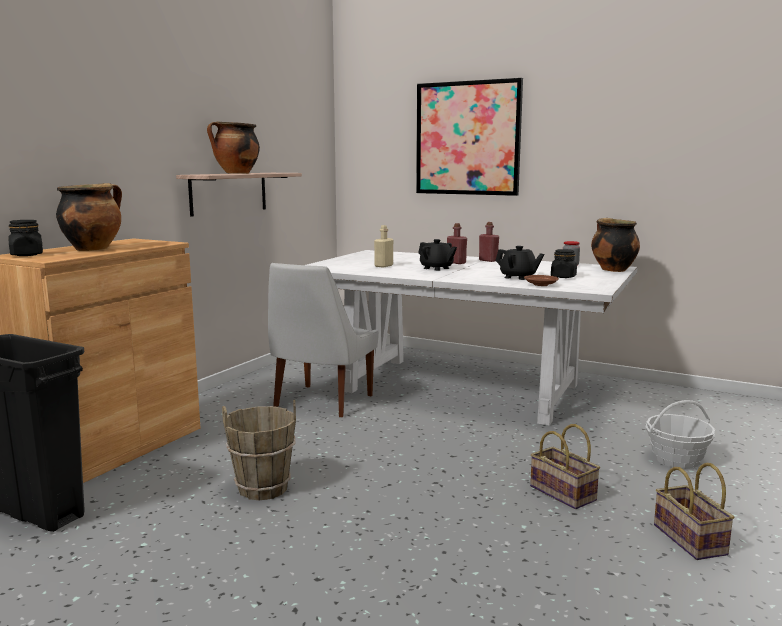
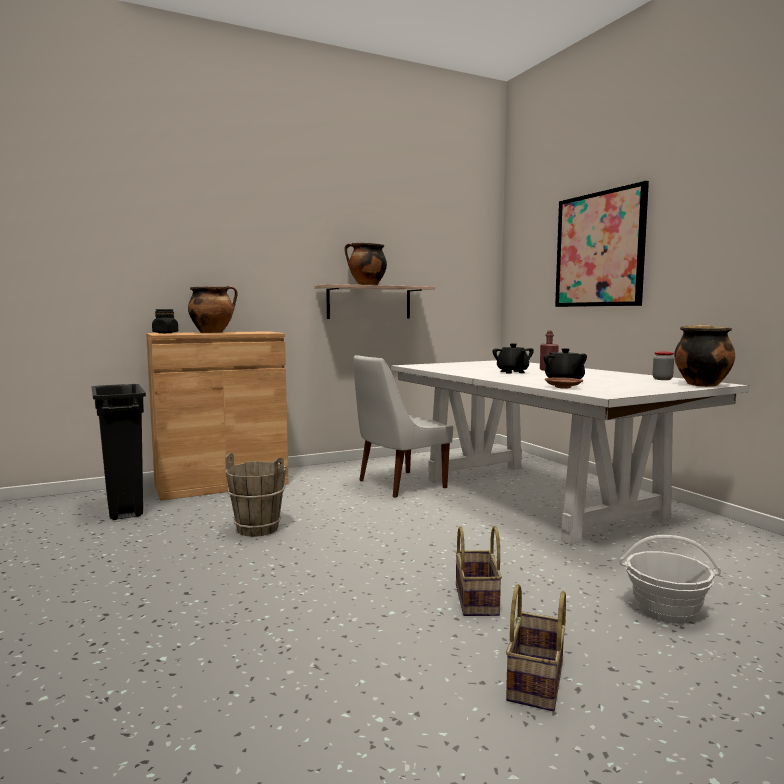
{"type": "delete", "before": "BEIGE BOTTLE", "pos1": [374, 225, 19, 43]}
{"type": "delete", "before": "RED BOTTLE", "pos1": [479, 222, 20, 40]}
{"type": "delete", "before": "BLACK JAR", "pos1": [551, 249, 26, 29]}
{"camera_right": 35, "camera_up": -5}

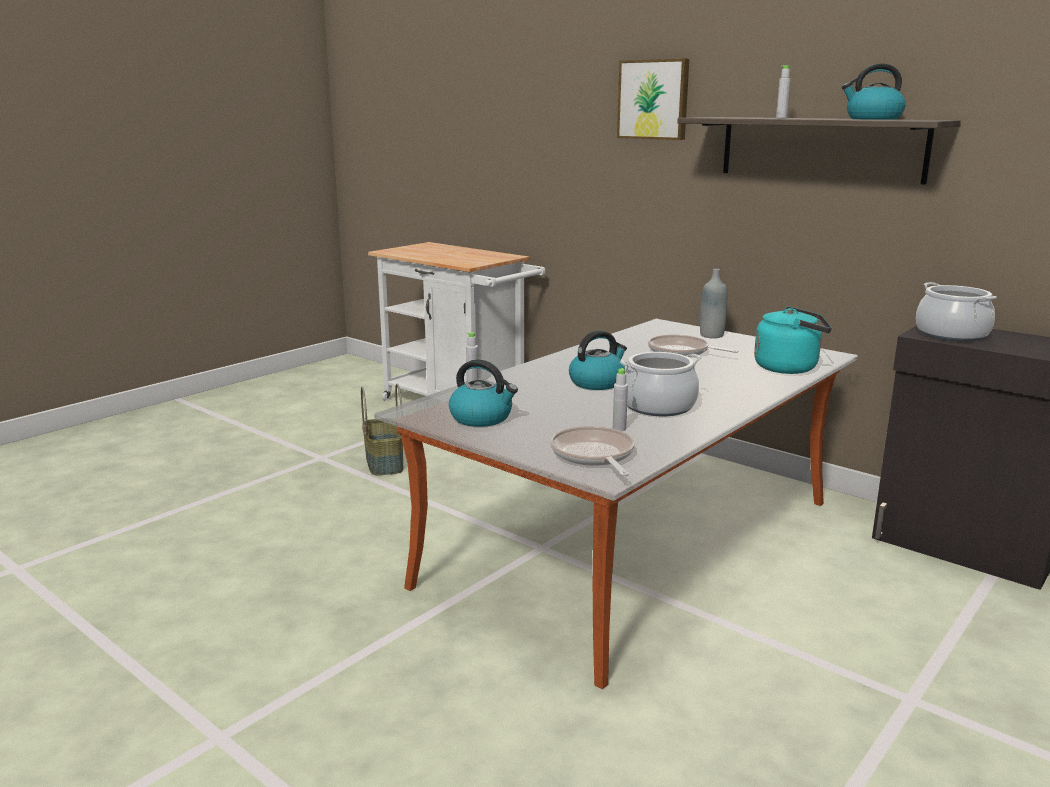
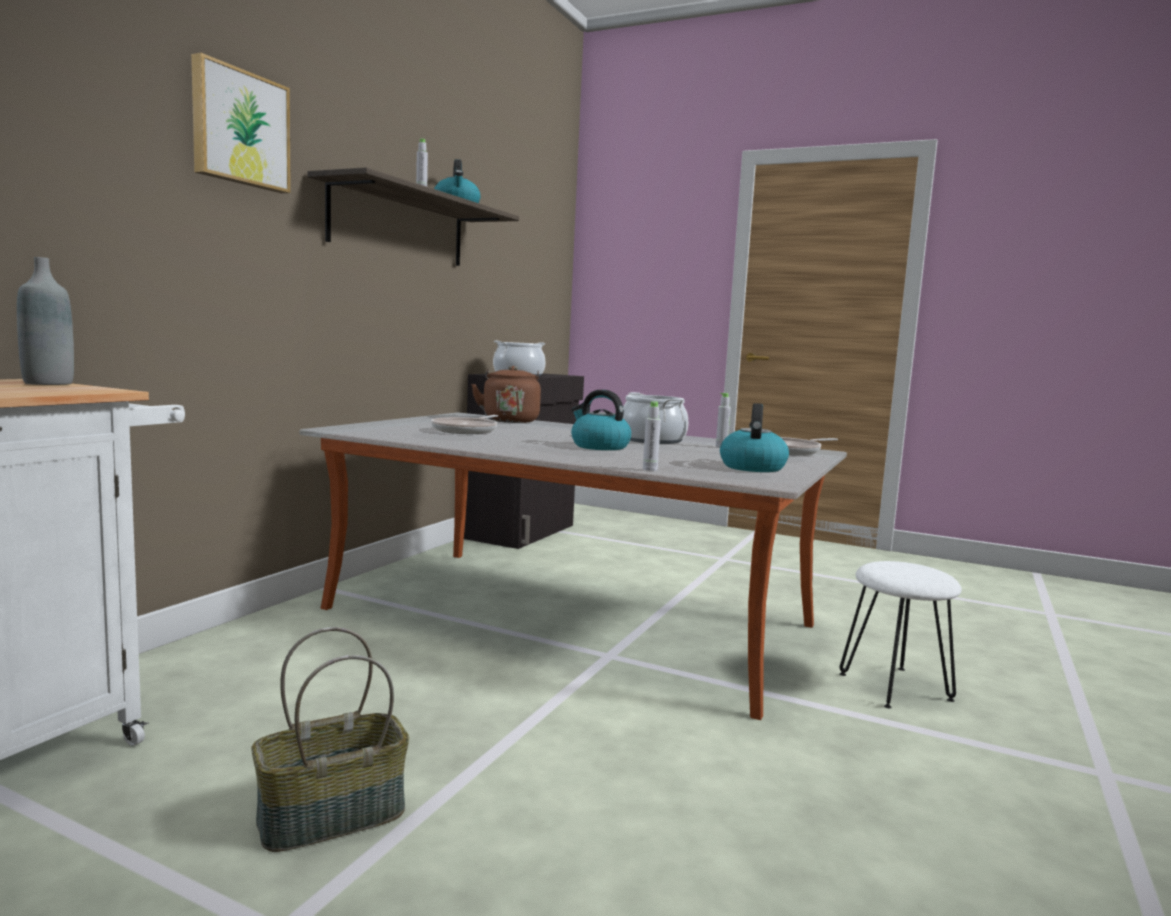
{"type": "move", "before": "GREY BOTTLE", "pos1": [700, 269, 27, 69], "pos2": [17, 257, 57, 128]}
{"type": "recolor", "before": "TURQUOISE KETTLE", "after": "BROWN KETTLE", "pos1": [754, 306, 78, 68], "pos2": [471, 366, 70, 57]}
{"type": "insert", "after": "WHITE STOOL", "pos2": [840, 561, 122, 147]}
{"camera_right": -105, "camera_up": -10}

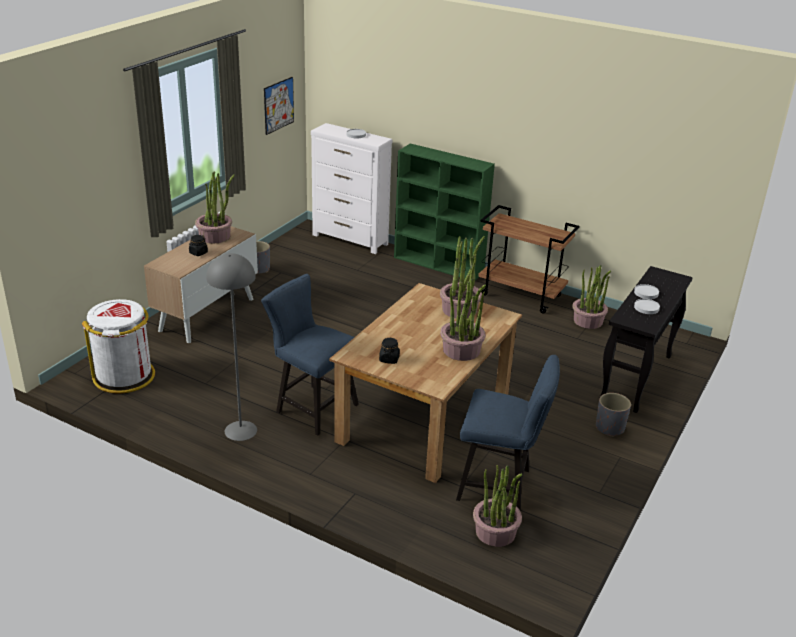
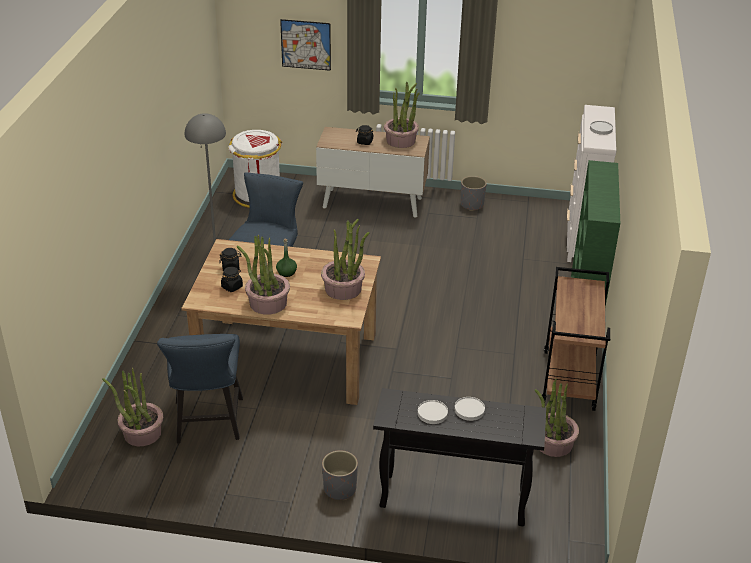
{"type": "insert", "after": "BLACK JAR", "pos2": [221, 267, 22, 25]}
{"type": "insert", "after": "GREEN BOTTLE", "pos2": [276, 239, 21, 38]}
{"type": "move", "before": "PICTURE", "pos1": [264, 77, 30, 58], "pos2": [280, 19, 51, 52]}
{"camera_right": 70, "camera_up": 5}

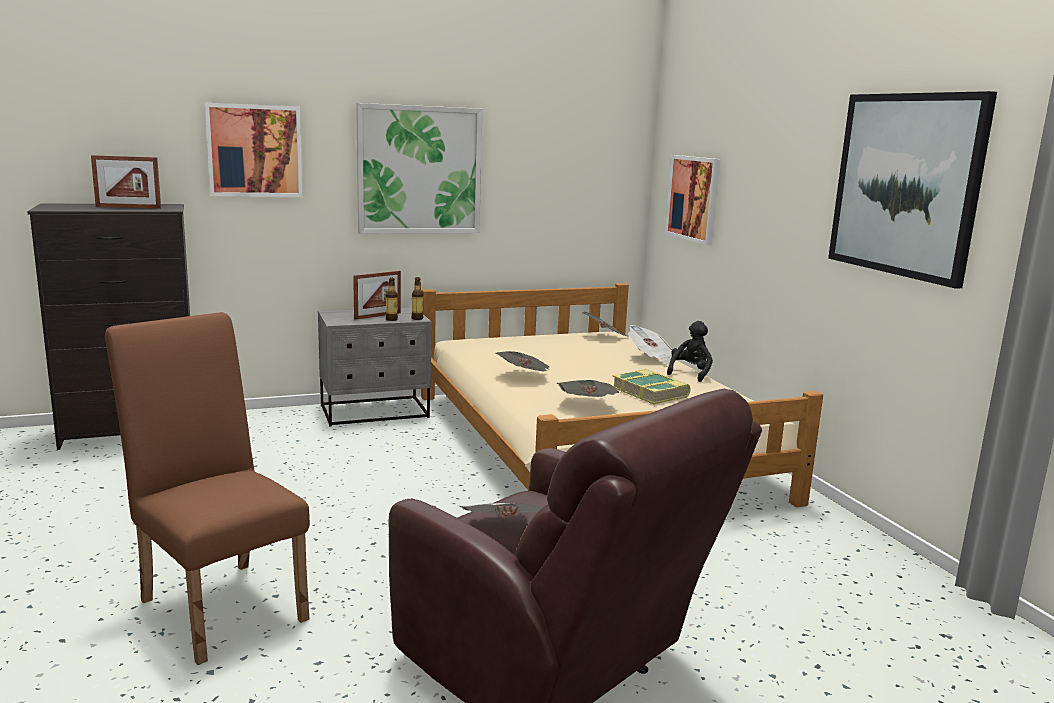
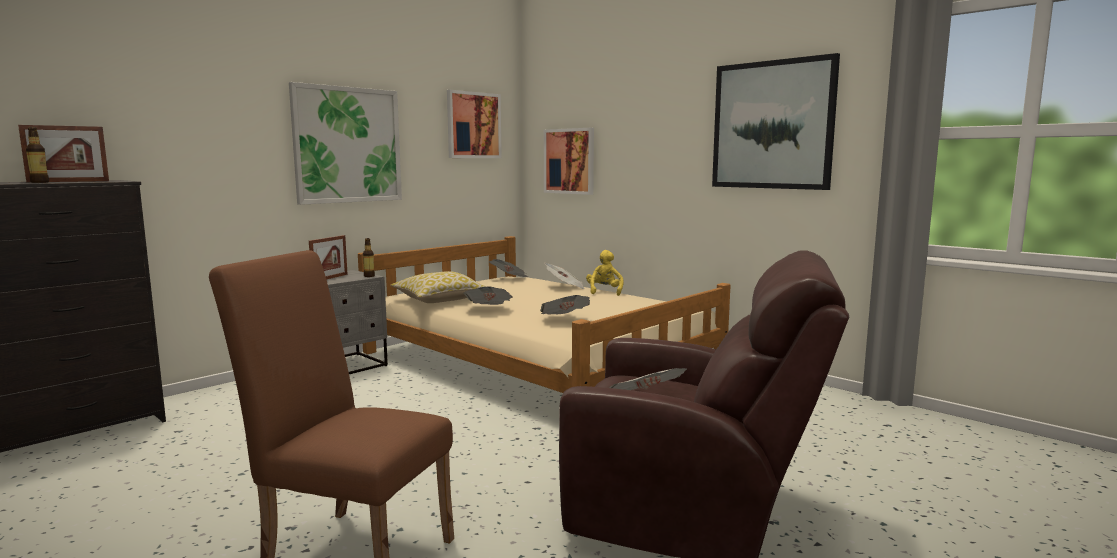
{"type": "move", "before": "BOTTLE", "pos1": [386, 278, 12, 43], "pos2": [26, 127, 23, 56]}
{"type": "insert", "after": "PILLOW", "pos2": [391, 271, 96, 32]}
{"type": "move", "before": "PICTURE", "pos1": [205, 103, 98, 94], "pos2": [447, 90, 55, 68]}
{"type": "recolor", "before": "BLACK PLUSH TOY", "after": "YELLOW PLUSH TOY", "pos1": [667, 321, 46, 61], "pos2": [586, 250, 38, 46]}
{"type": "delete", "before": "BOOK", "pos1": [612, 369, 79, 35]}
{"camera_right": -25, "camera_up": -5}

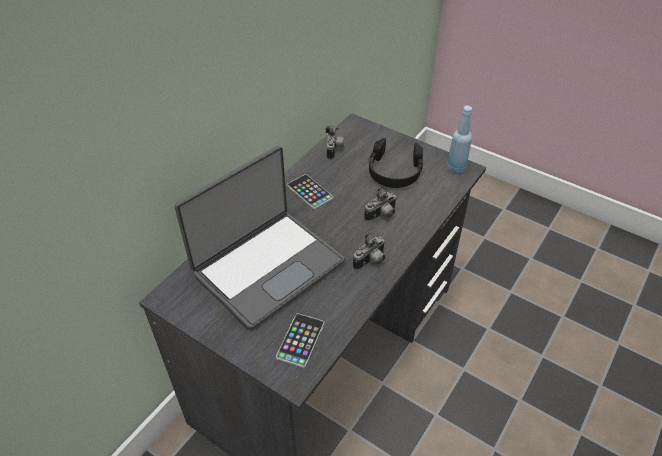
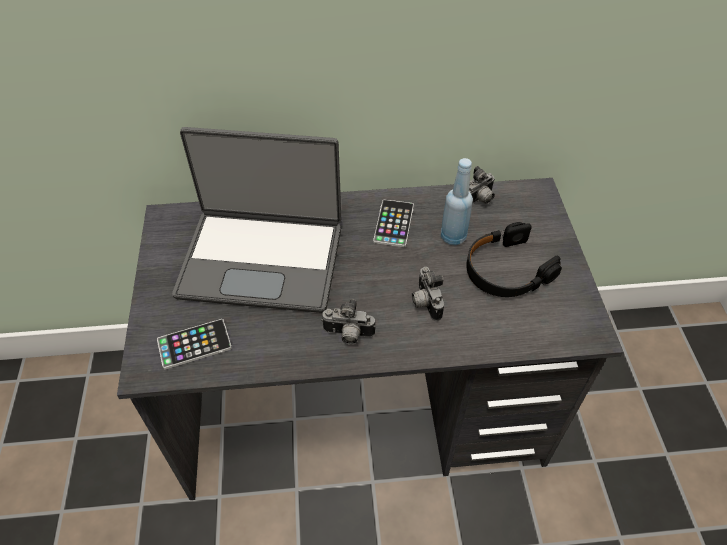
{"type": "rotate", "before": "PHOTO CAMERA", "pos1": [364, 187, 33, 35], "pos2": [412, 267, 32, 54], "turn": 60}
{"type": "move", "before": "BLUE BOTTLE", "pos1": [447, 106, 26, 67], "pos2": [441, 158, 32, 88]}
{"camera_right": 50, "camera_up": 5}

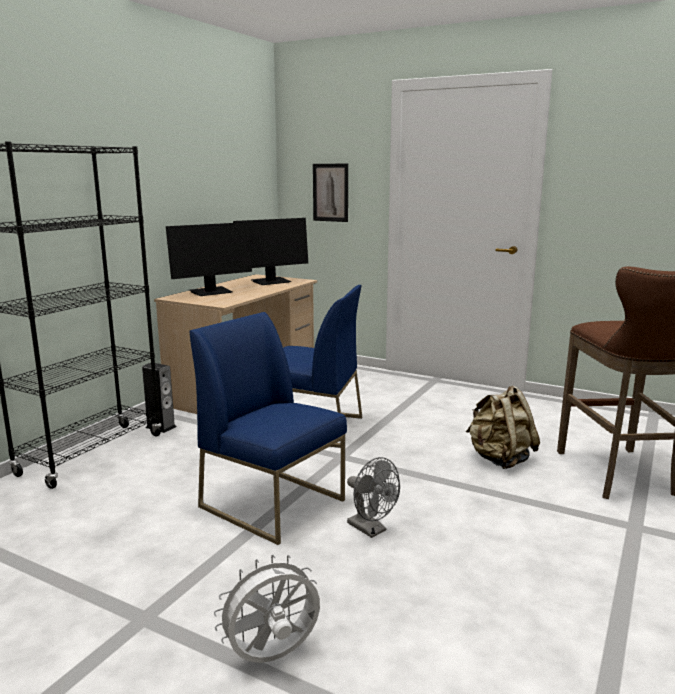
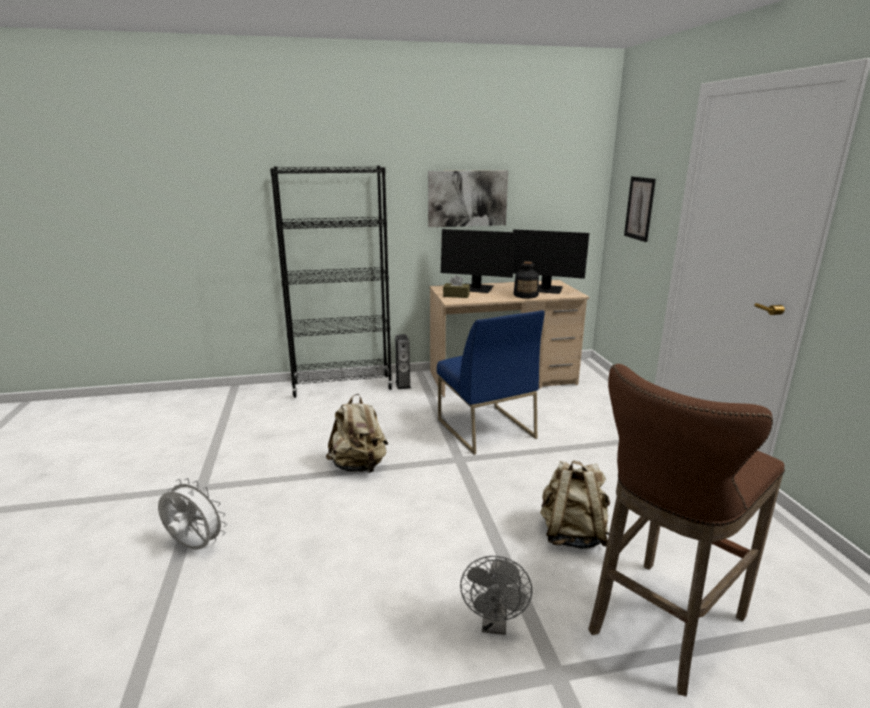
{"type": "replace", "before": "BLUE CHAIR", "after": "BEIGE BACKPACK", "pos1": [190, 312, 157, 233], "pos2": [326, 394, 62, 79]}
{"type": "insert", "after": "PICTURE", "pos2": [428, 170, 80, 57]}
{"type": "insert", "after": "BROWN TISSUE BOX", "pos2": [443, 275, 27, 23]}
{"type": "move", "before": "GREY FAN", "pos1": [347, 457, 53, 81], "pos2": [460, 556, 72, 79]}
{"type": "insert", "after": "BOTTLE", "pos2": [514, 261, 25, 38]}
{"camera_right": 50, "camera_up": 5}

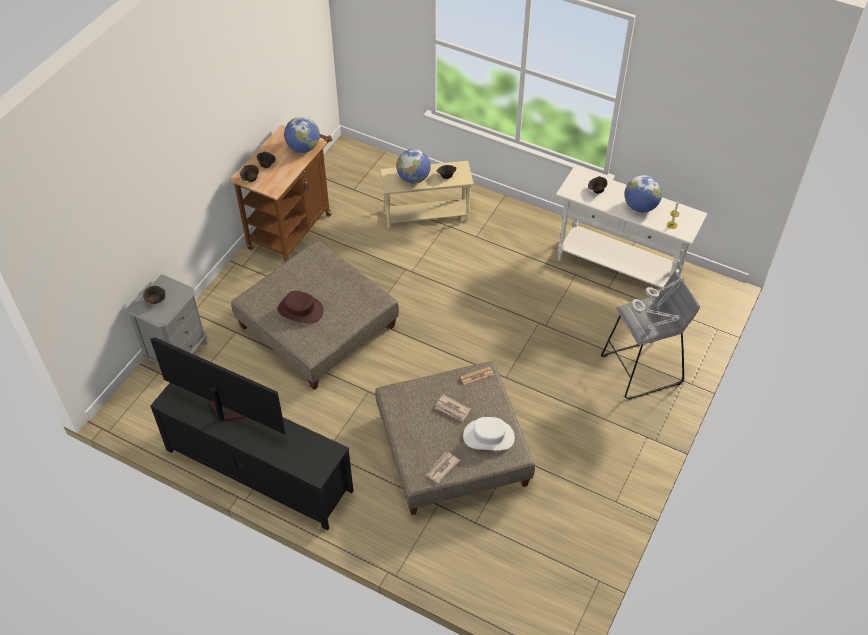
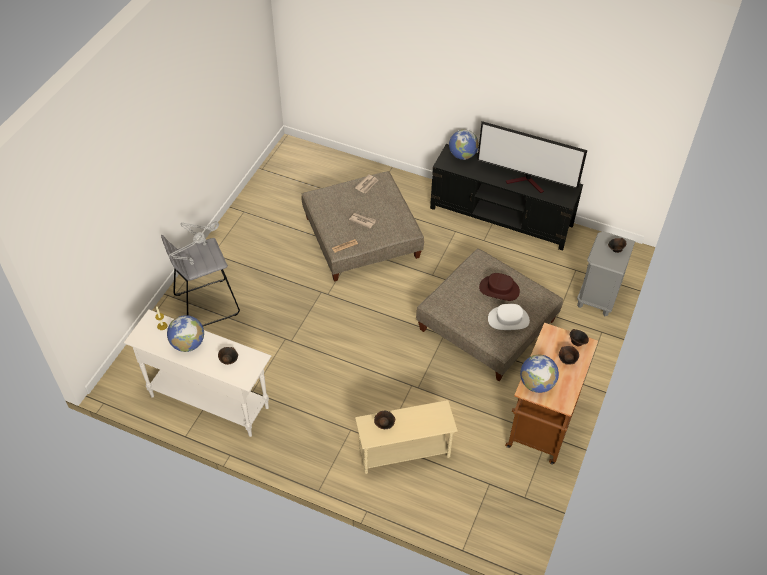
{"type": "move", "before": "GLOBE", "pos1": [396, 149, 35, 35], "pos2": [449, 130, 30, 30]}
{"type": "move", "before": "WHITE HAT", "pos1": [463, 417, 52, 33], "pos2": [488, 304, 42, 26]}
{"camera_right": 175, "camera_up": 0}

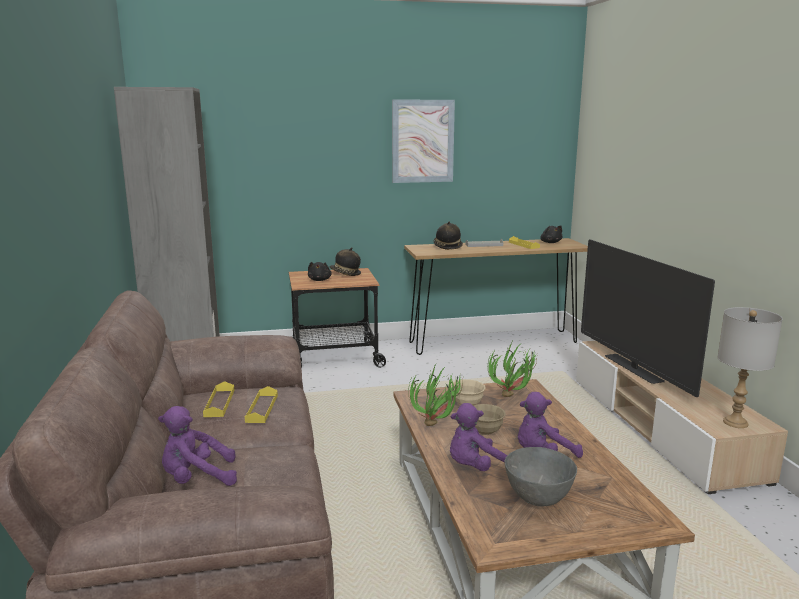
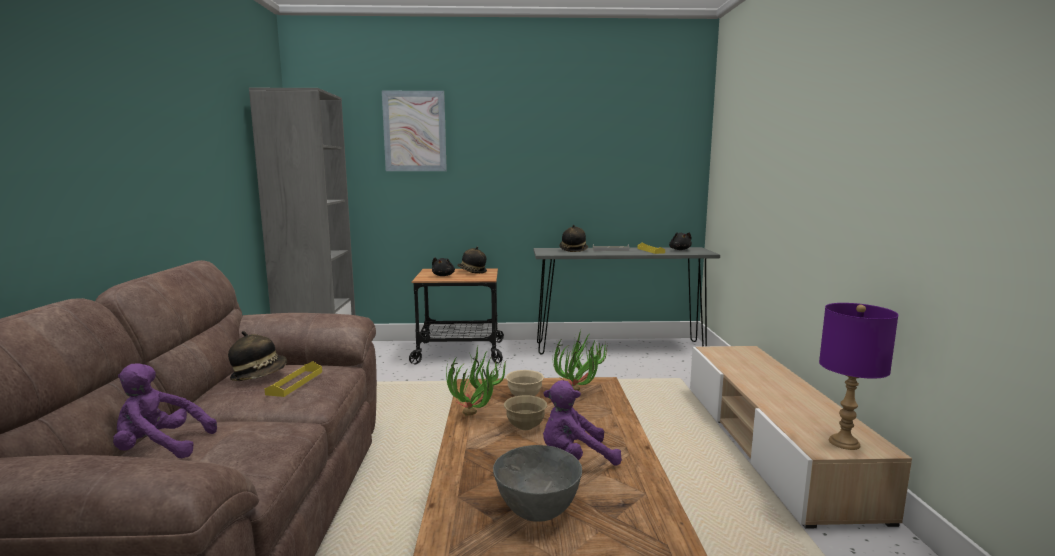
{"type": "replace", "before": "YELLOW TRAY", "after": "HAT", "pos1": [203, 381, 32, 36], "pos2": [228, 331, 59, 50]}
{"type": "move", "before": "PICTURE", "pos1": [392, 100, 63, 83], "pos2": [382, 91, 65, 80]}
{"type": "recolor", "before": "BROWN CONSOLE TABLE", "after": "GREY CONSOLE TABLE", "pos1": [404, 238, 184, 117], "pos2": [534, 247, 186, 107]}
{"type": "recolor", "before": "GREY TABLE LAMP", "after": "PURPLE TABLE LAMP", "pos1": [718, 307, 65, 121], "pos2": [819, 303, 79, 147]}
{"type": "delete", "before": "PURPLE PLUSH TOY", "pos1": [450, 403, 57, 68]}
{"type": "delete", "before": "TELEVISION", "pos1": [581, 239, 134, 158]}
{"camera_right": 10, "camera_up": -5}

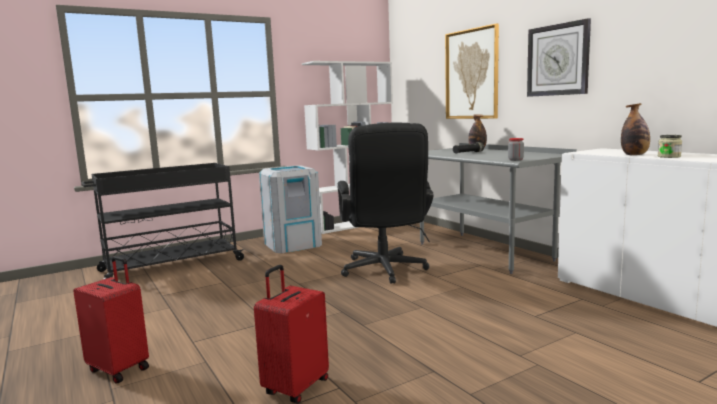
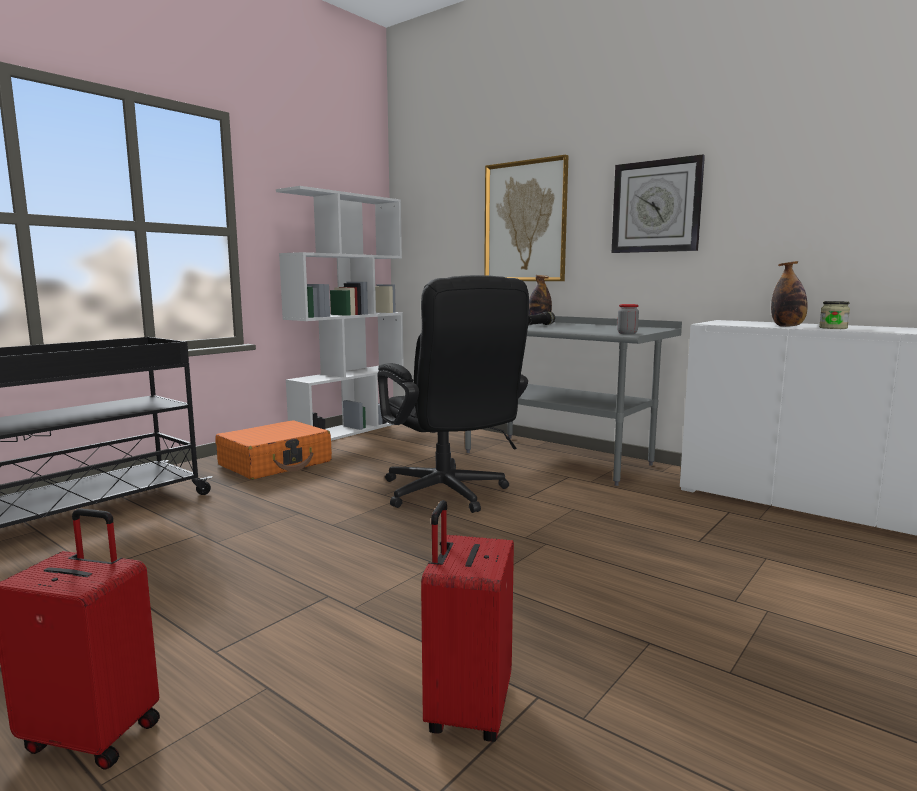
{"type": "replace", "before": "GREY TRASH CAN", "after": "ORANGE SUITCASE", "pos1": [259, 165, 63, 88], "pos2": [215, 420, 117, 60]}
{"camera_right": -20, "camera_up": 0}

